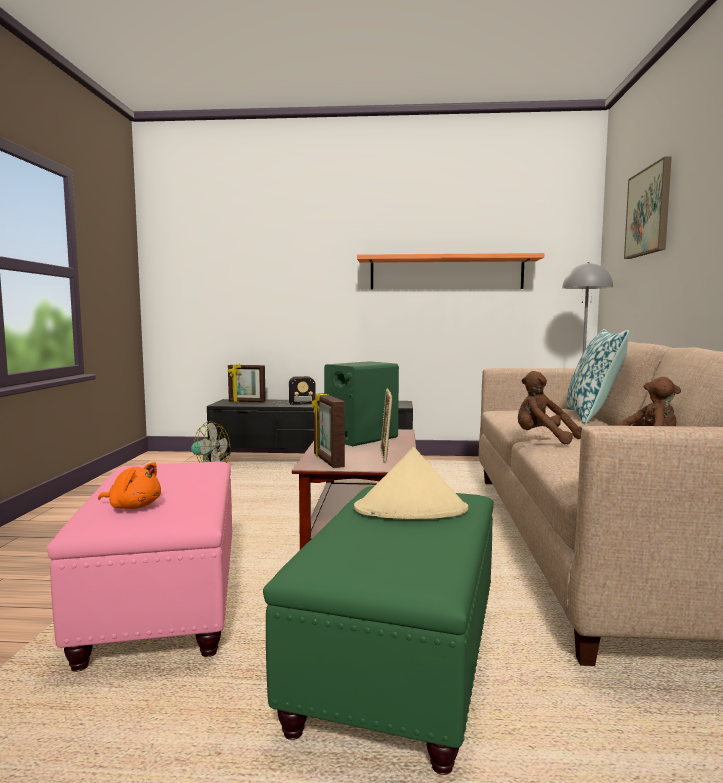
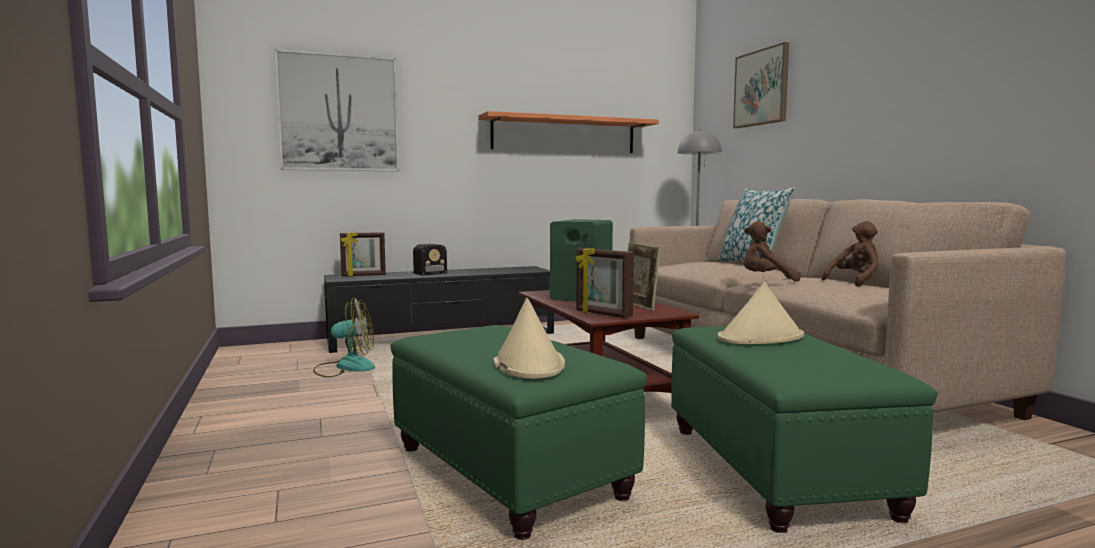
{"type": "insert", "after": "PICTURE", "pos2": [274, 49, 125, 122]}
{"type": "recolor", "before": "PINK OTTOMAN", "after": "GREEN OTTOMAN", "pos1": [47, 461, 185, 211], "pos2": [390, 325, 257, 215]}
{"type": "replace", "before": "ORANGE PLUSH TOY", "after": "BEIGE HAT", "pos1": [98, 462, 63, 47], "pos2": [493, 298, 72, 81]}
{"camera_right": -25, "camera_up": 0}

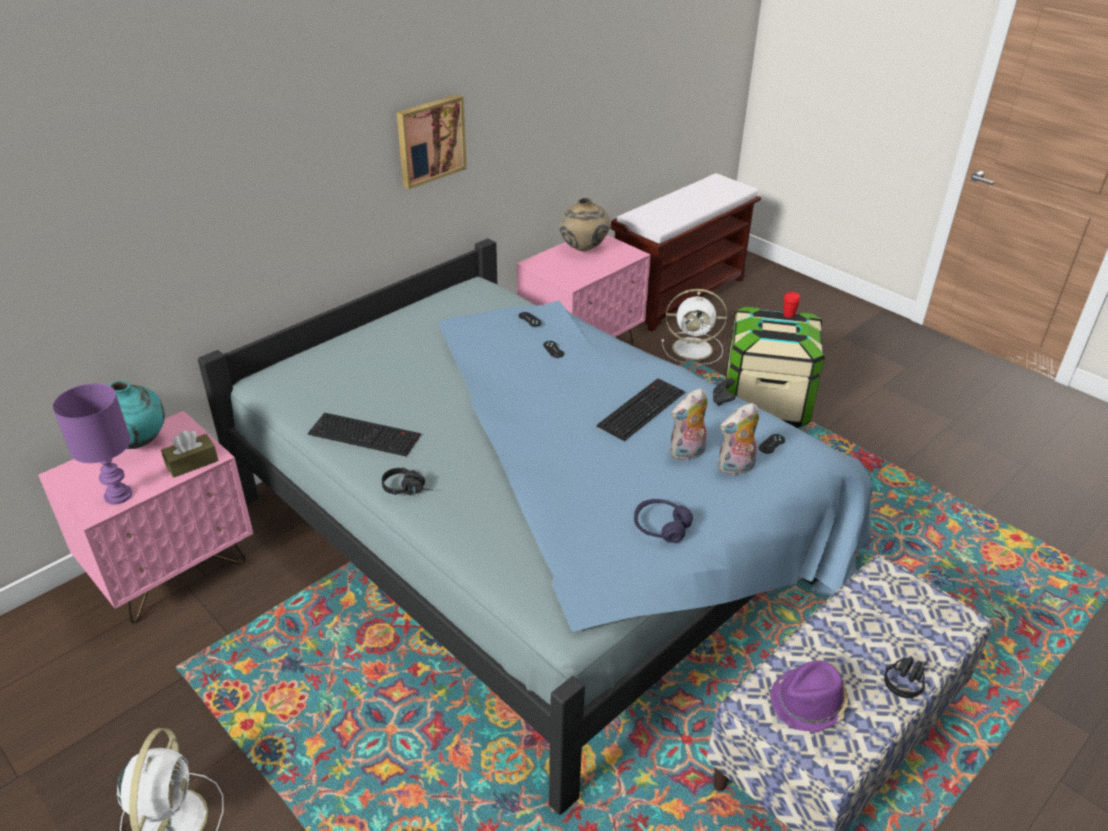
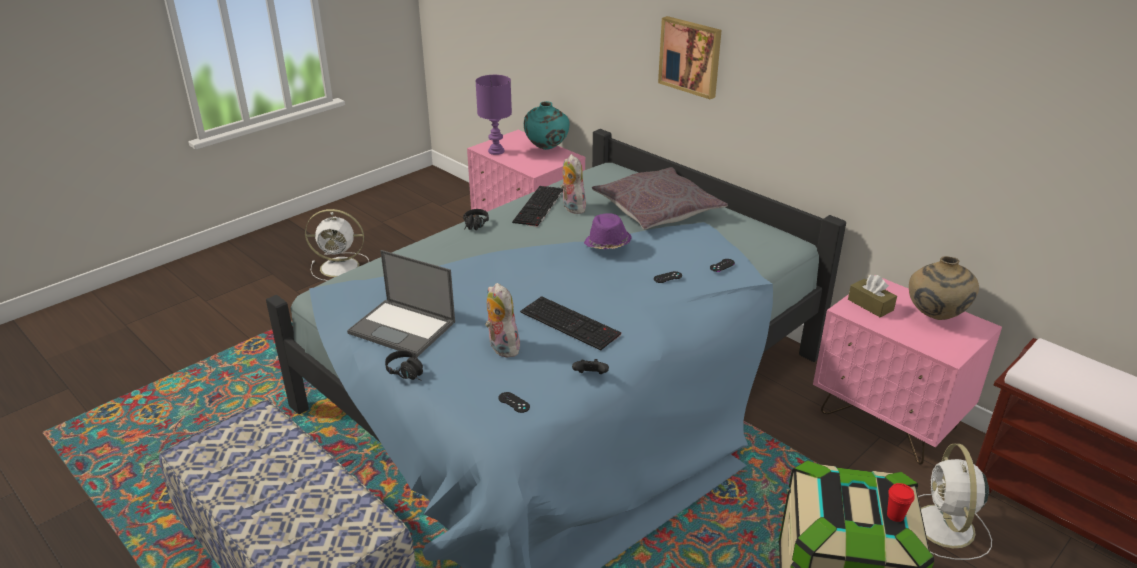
{"type": "replace", "before": "PURPLE HEADPHONES", "after": "LAPTOP", "pos1": [634, 499, 59, 44], "pos2": [347, 250, 108, 107]}
{"type": "move", "before": "BLACK HEADPHONES", "pos1": [884, 656, 45, 42], "pos2": [385, 351, 38, 29]}
{"type": "move", "before": "PLUSH TOY", "pos1": [718, 403, 41, 72], "pos2": [560, 154, 26, 60]}
{"type": "move", "before": "PURPLE HAT", "pos1": [770, 660, 78, 72], "pos2": [584, 213, 48, 36]}
{"type": "insert", "after": "GREY PILLOW", "pos2": [592, 167, 136, 63]}
{"type": "move", "before": "PICTURE", "pos1": [397, 95, 70, 94], "pos2": [658, 16, 64, 83]}
{"type": "move", "before": "BROWN TISSUE BOX", "pos1": [161, 431, 57, 47], "pos2": [848, 275, 49, 43]}
{"camera_right": 90, "camera_up": -5}

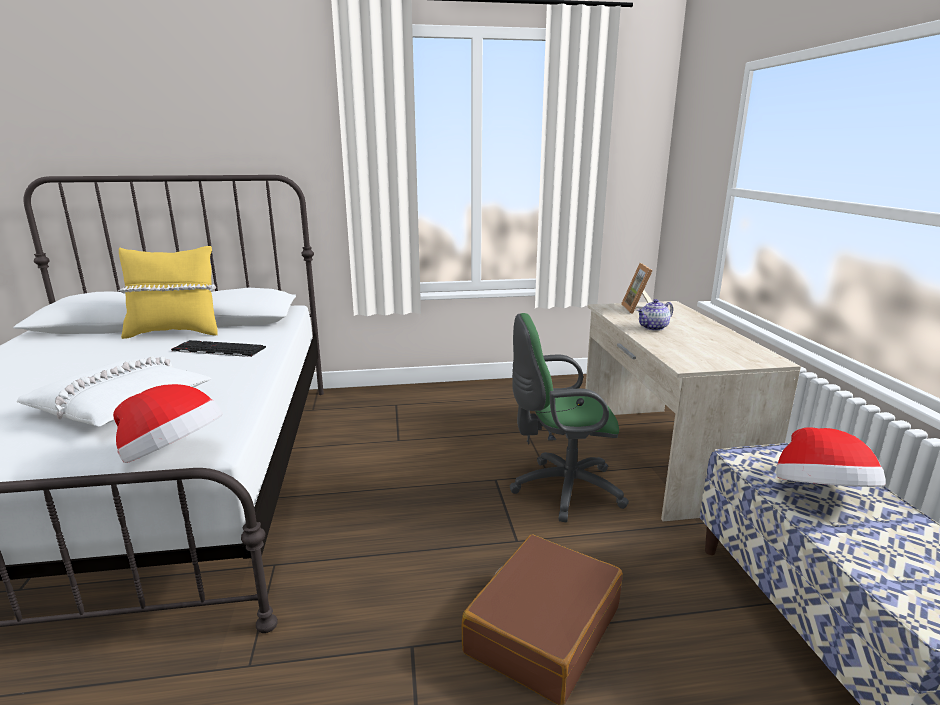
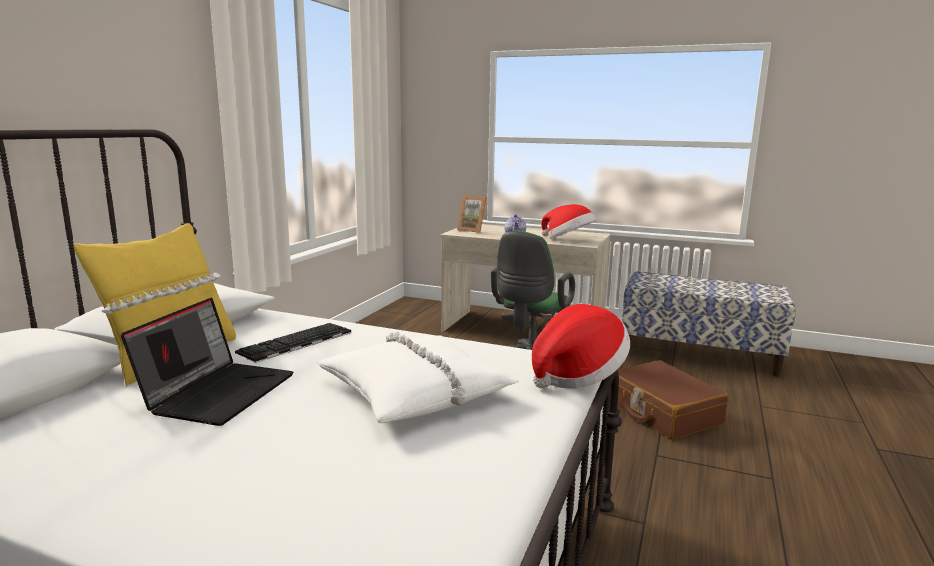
{"type": "insert", "after": "LAPTOP", "pos2": [121, 298, 173, 128]}
{"type": "move", "before": "HAT", "pos1": [776, 428, 110, 59], "pos2": [541, 204, 55, 34]}
{"camera_right": -60, "camera_up": -5}

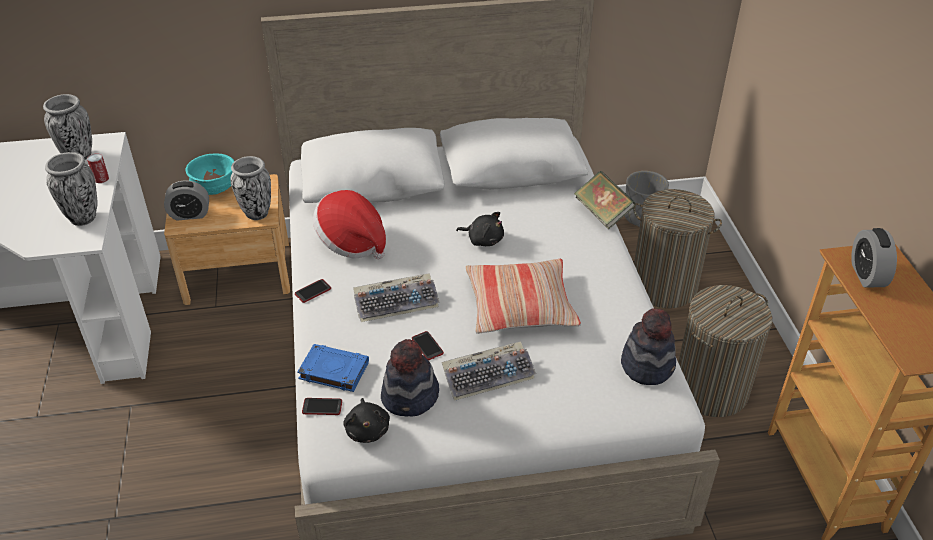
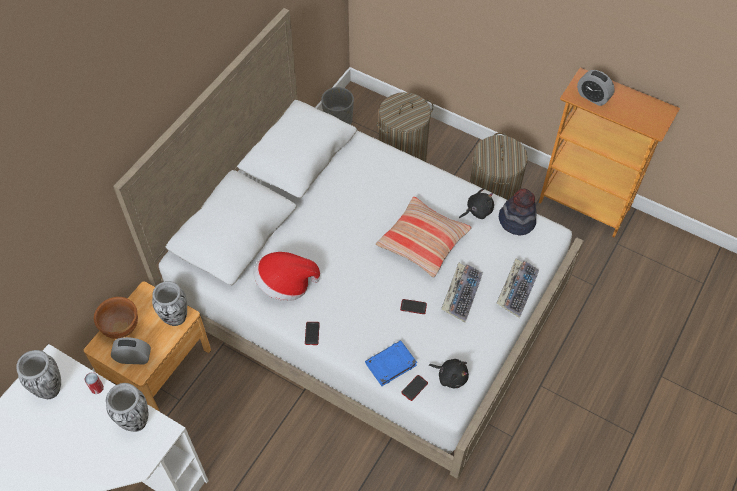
{"type": "recolor", "before": "TURQUOISE BOWL", "after": "BROWN BOWL", "pos1": [185, 153, 49, 42], "pos2": [94, 297, 44, 42]}
{"type": "rotate", "before": "ALARM CLOCK", "pos1": [164, 180, 45, 41], "pos2": [111, 337, 40, 27], "turn": -120}
{"type": "move", "before": "BLACK PLUSH TOY", "pos1": [456, 212, 48, 34], "pos2": [459, 188, 35, 31]}
{"type": "move", "before": "KEYBOARD", "pos1": [353, 273, 87, 49], "pos2": [497, 259, 42, 59]}
{"type": "delete", "before": "HAT", "pos1": [381, 339, 58, 78]}
{"type": "delete", "before": "BOOK", "pos1": [574, 171, 62, 58]}
{"camera_right": -50, "camera_up": 15}

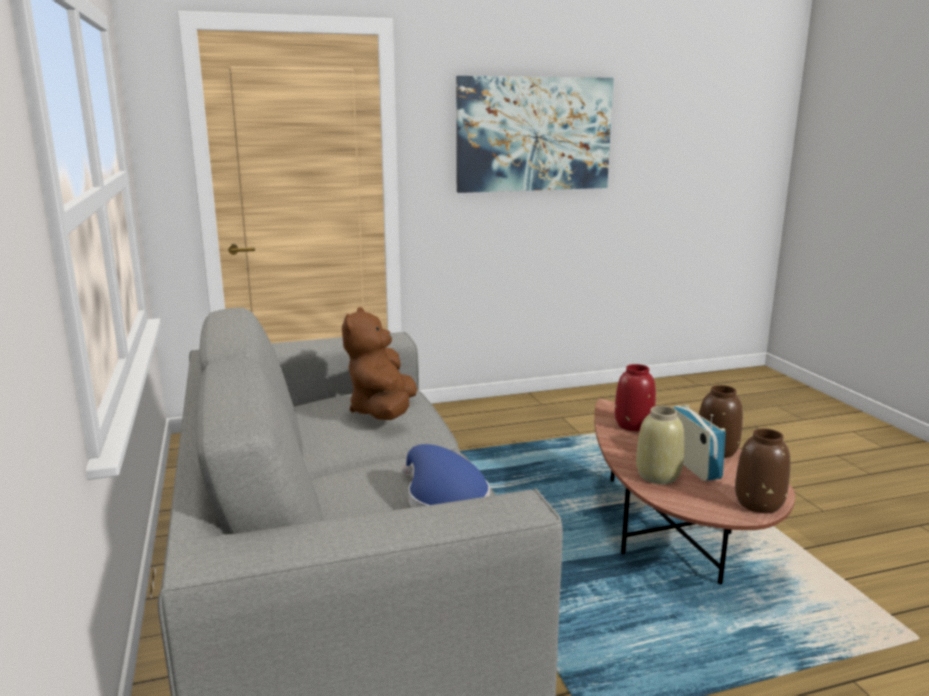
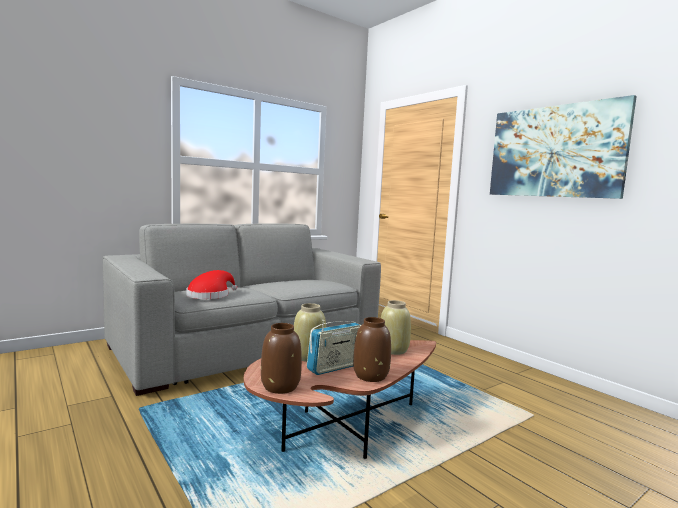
{"type": "recolor", "before": "BLUE HAT", "after": "RED HAT", "pos1": [402, 444, 88, 64], "pos2": [187, 270, 50, 29]}
{"type": "recolor", "before": "RED VASE", "after": "BEIGE VASE", "pos1": [615, 364, 41, 67], "pos2": [381, 300, 30, 55]}
{"type": "delete", "before": "BROWN PLUSH TOY", "pos1": [342, 307, 75, 113]}
{"camera_right": 70, "camera_up": -10}

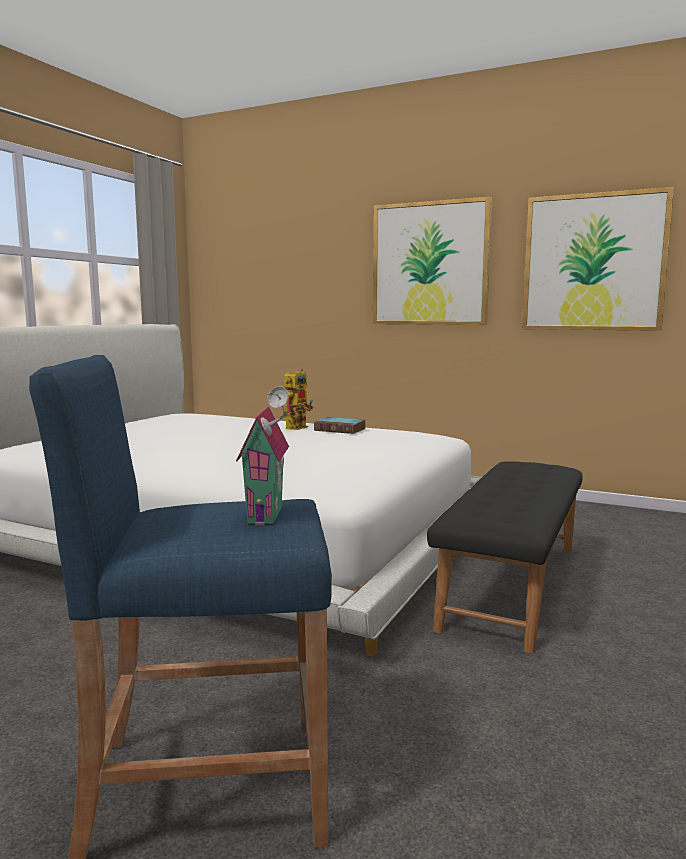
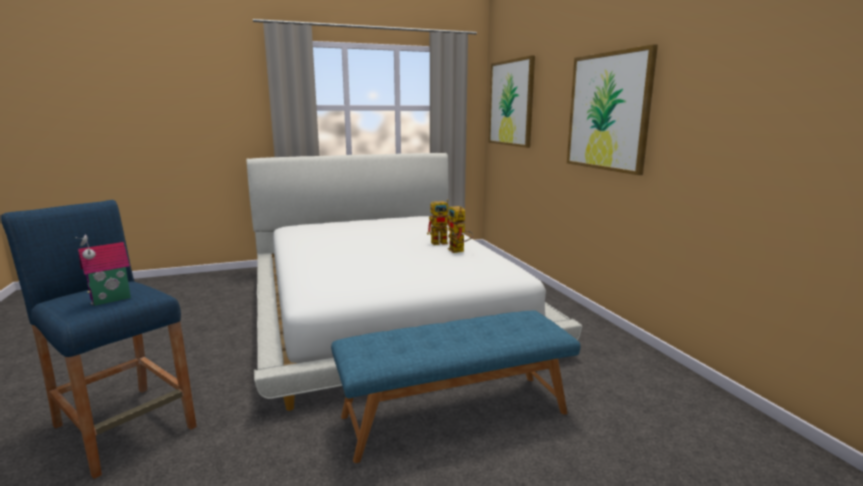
{"type": "recolor", "before": "BLACK BENCH", "after": "BLUE BENCH", "pos1": [427, 461, 156, 193], "pos2": [331, 310, 249, 153]}
{"type": "replace", "before": "BOOK", "after": "TOY ROBOT", "pos1": [314, 417, 52, 17], "pos2": [448, 206, 25, 47]}
{"type": "move", "before": "PICTURE", "pos1": [522, 187, 152, 144], "pos2": [489, 55, 46, 93]}
{"camera_right": 45, "camera_up": 5}

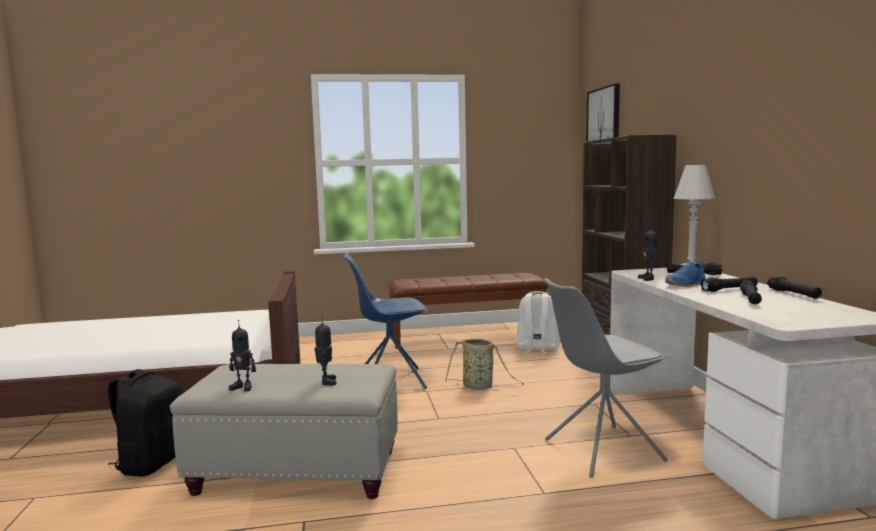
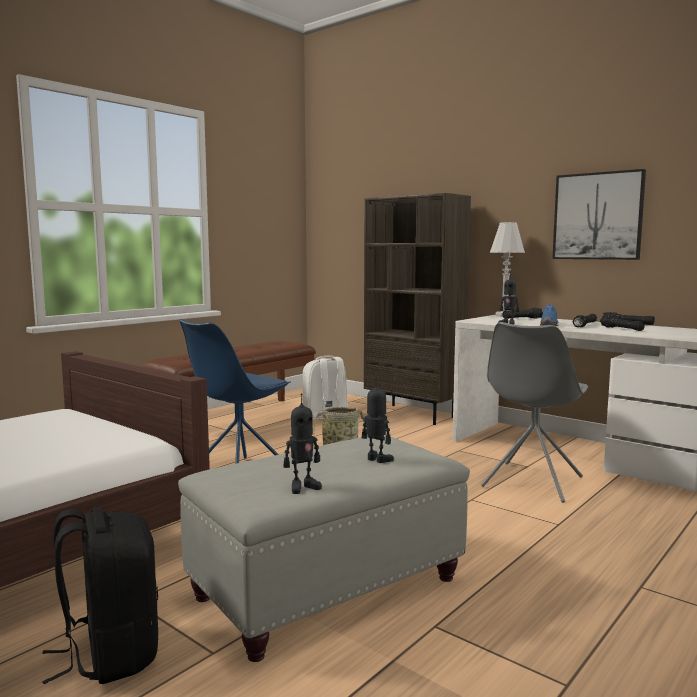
{"type": "move", "before": "PICTURE", "pos1": [586, 83, 34, 58], "pos2": [552, 169, 94, 91]}
{"camera_right": -40, "camera_up": 0}

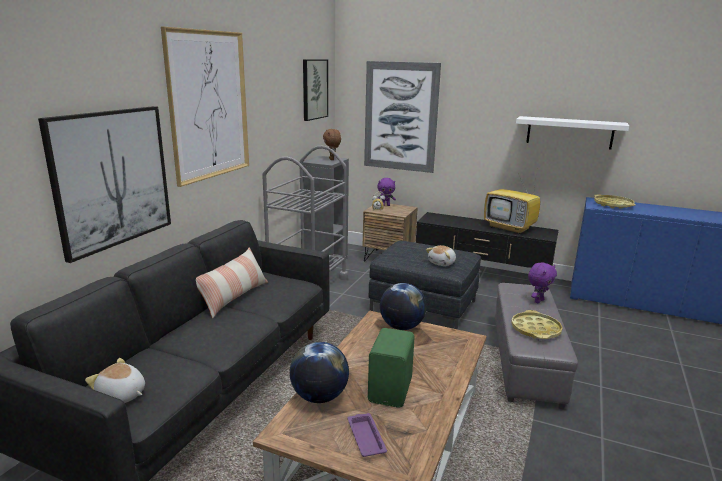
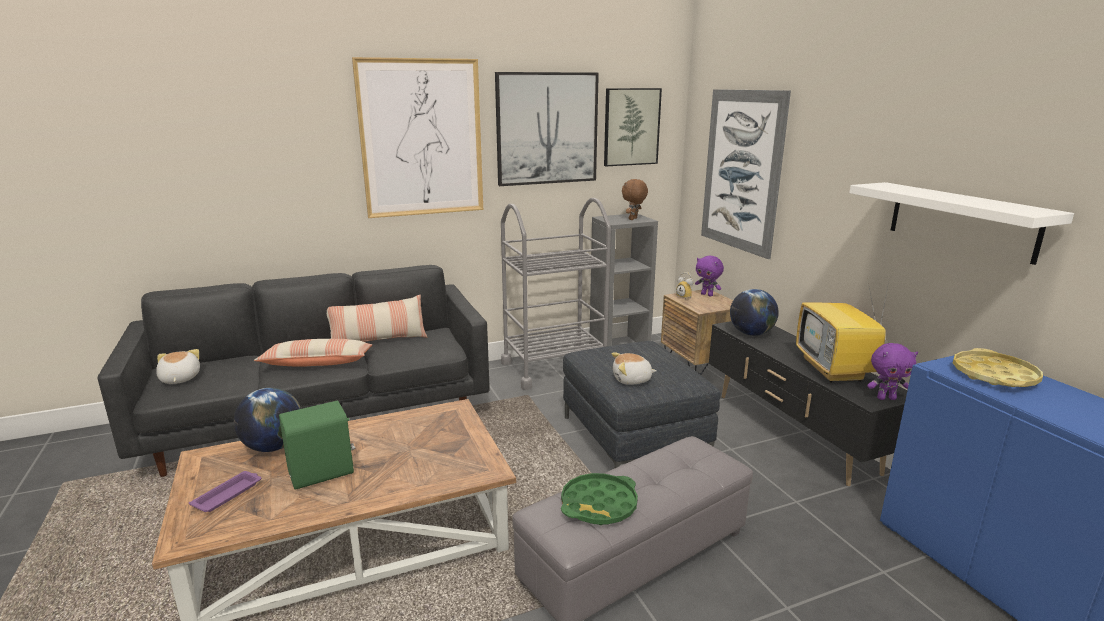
{"type": "insert", "after": "PILLOW", "pos2": [254, 339, 118, 28]}
{"type": "move", "before": "PICTURE", "pos1": [38, 106, 133, 157], "pos2": [495, 72, 104, 114]}
{"type": "recolor", "before": "YELLOW TRAY", "after": "GREEN TRAY", "pos1": [511, 310, 52, 29], "pos2": [561, 473, 77, 52]}
{"type": "move", "before": "GLOBE", "pos1": [380, 283, 46, 47], "pos2": [730, 289, 49, 47]}
{"type": "move", "before": "PURPLE PLUSH TOY", "pos1": [528, 262, 29, 41], "pos2": [867, 343, 51, 57]}
{"camera_right": 45, "camera_up": 0}

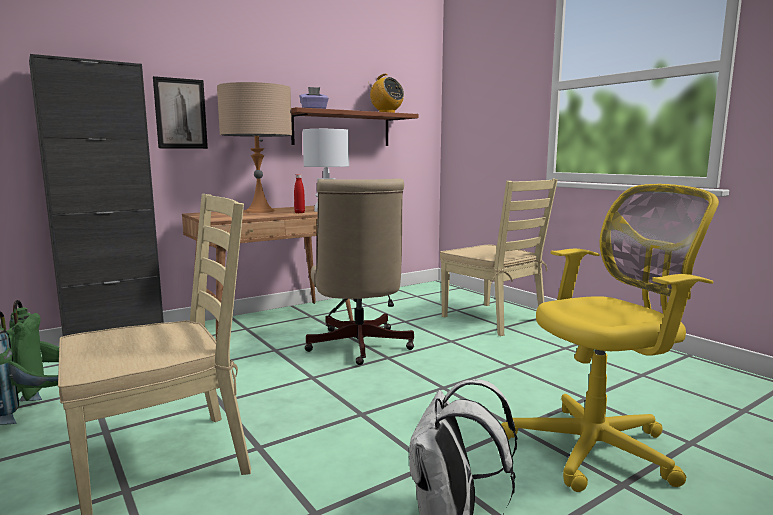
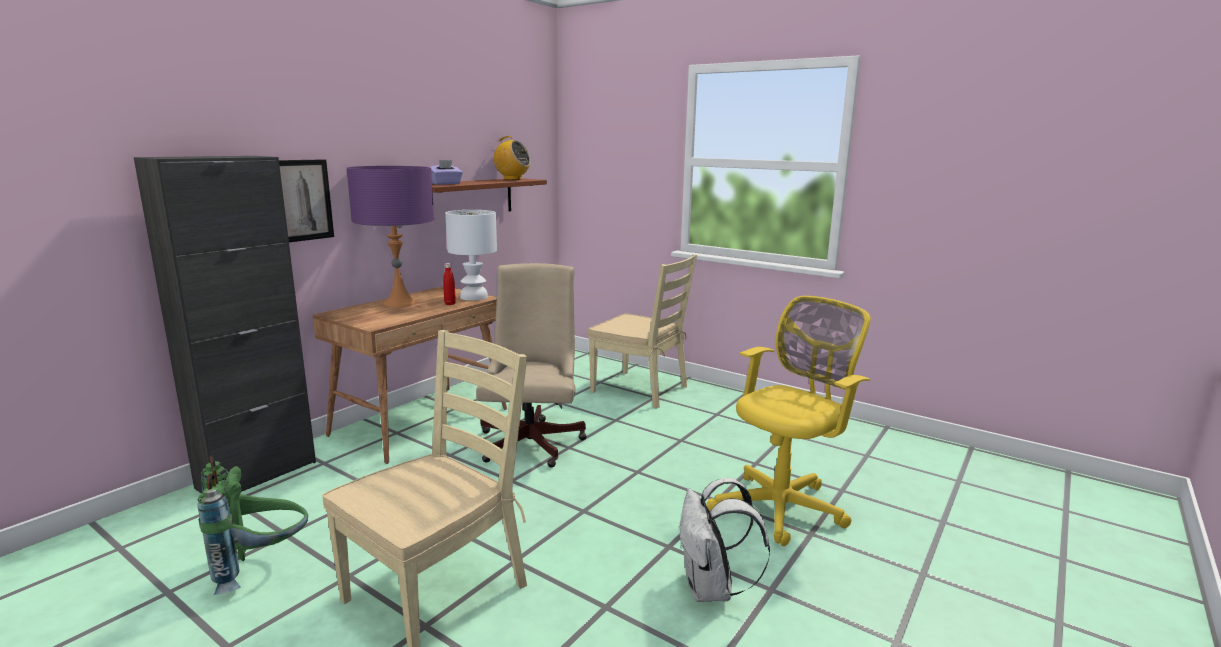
{"type": "recolor", "before": "BEIGE TABLE LAMP", "after": "PURPLE TABLE LAMP", "pos1": [217, 82, 75, 131], "pos2": [347, 166, 87, 141]}
{"type": "rotate", "before": "BEIGE OFFICE CHAIR", "pos1": [305, 179, 109, 186], "pos2": [476, 263, 111, 205], "turn": -150}
{"camera_right": -20, "camera_up": 5}

